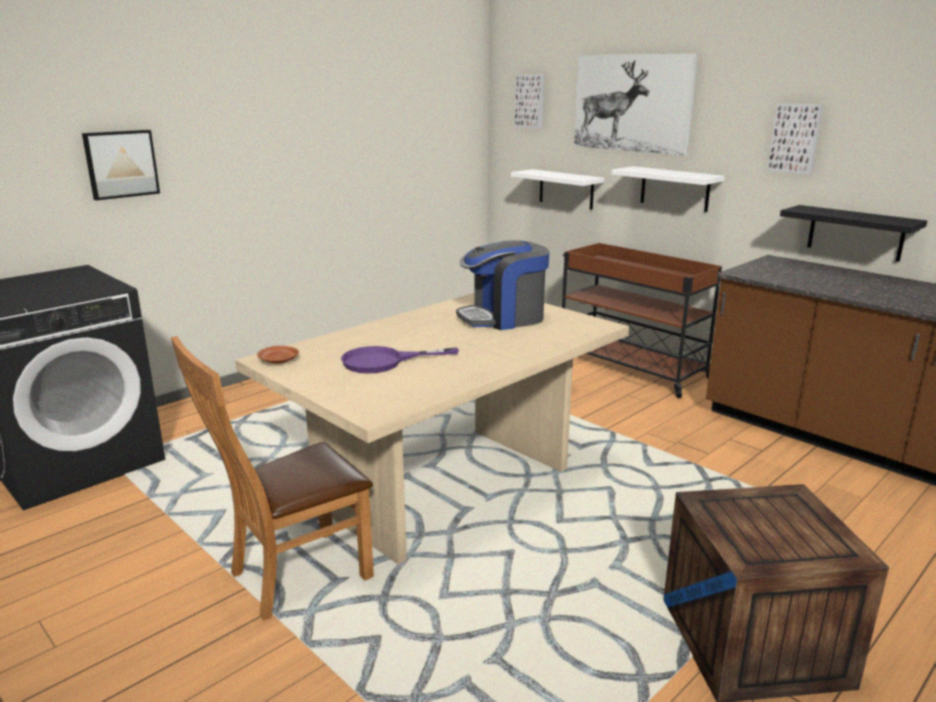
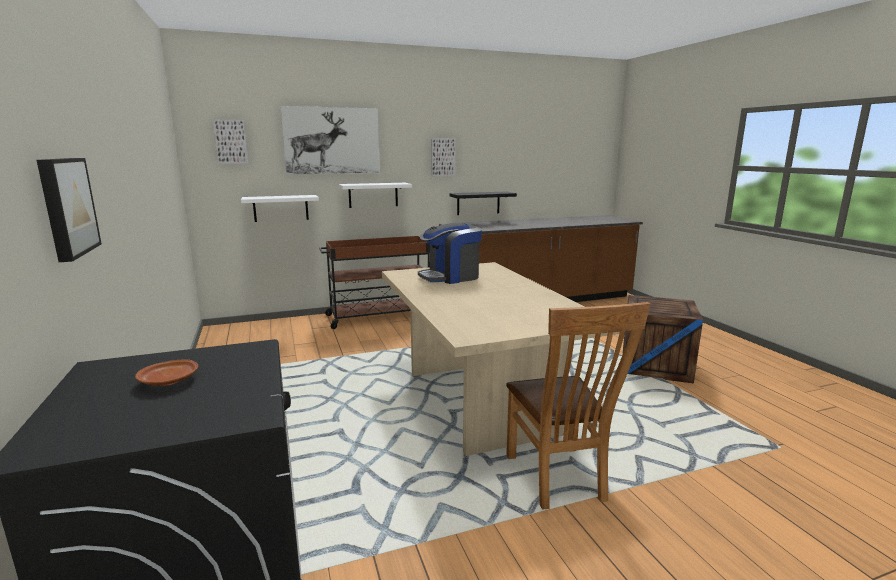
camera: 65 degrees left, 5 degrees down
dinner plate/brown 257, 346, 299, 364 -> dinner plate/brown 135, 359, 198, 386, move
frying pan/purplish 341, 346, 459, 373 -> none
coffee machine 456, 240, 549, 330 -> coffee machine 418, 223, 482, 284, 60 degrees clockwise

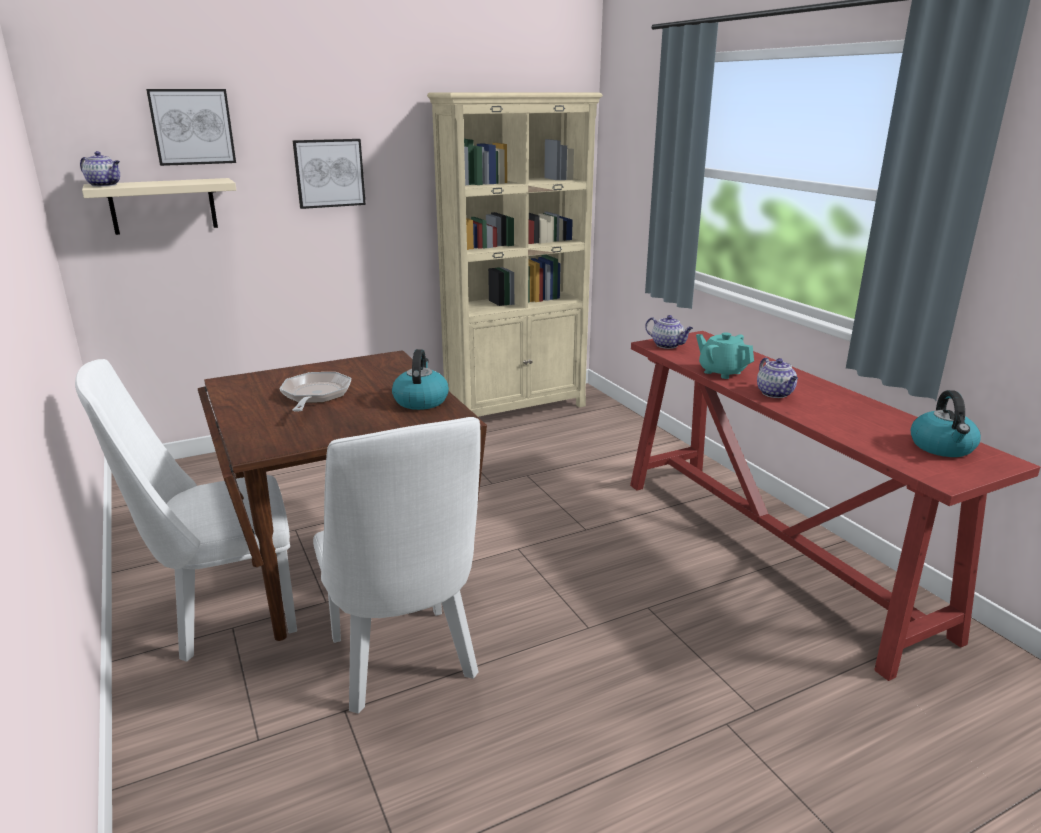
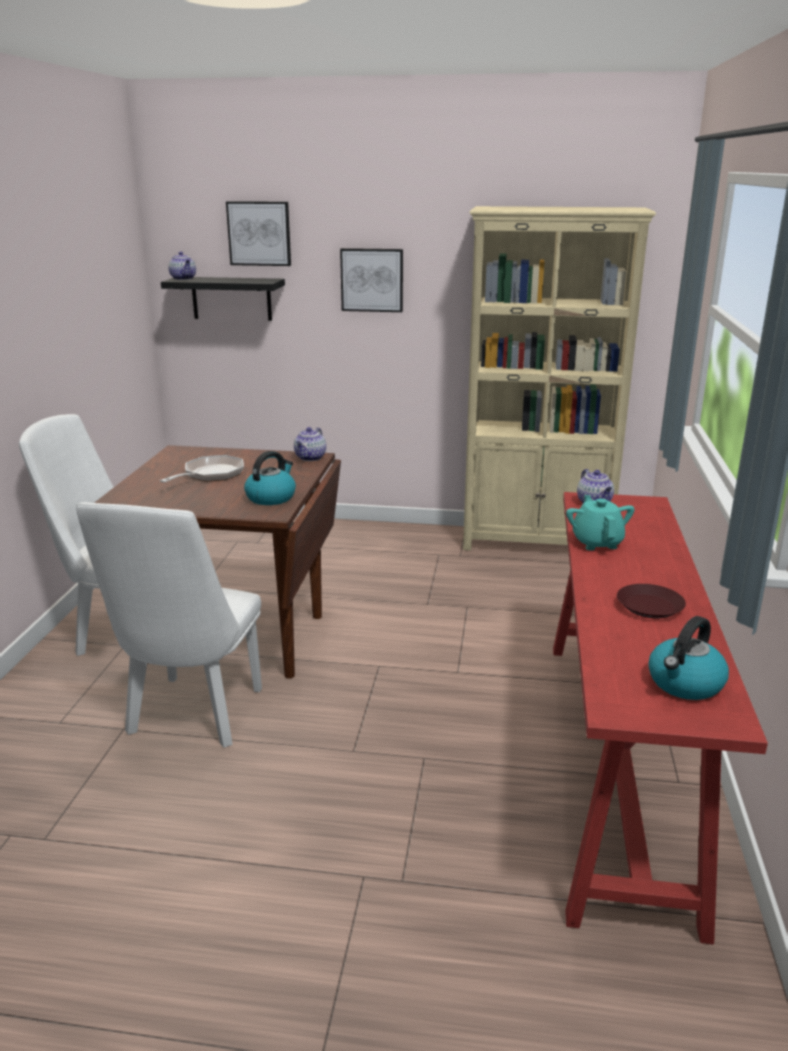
camera: 35 degrees right, 0 degrees up
bracket shelf/beige-coloured 82, 178, 236, 235 -> bracket shelf/black 161, 277, 285, 321
pot for tea 757, 358, 798, 398 -> pot for tea 294, 427, 326, 461, move
none -> dinner plate/brown 617, 584, 686, 619

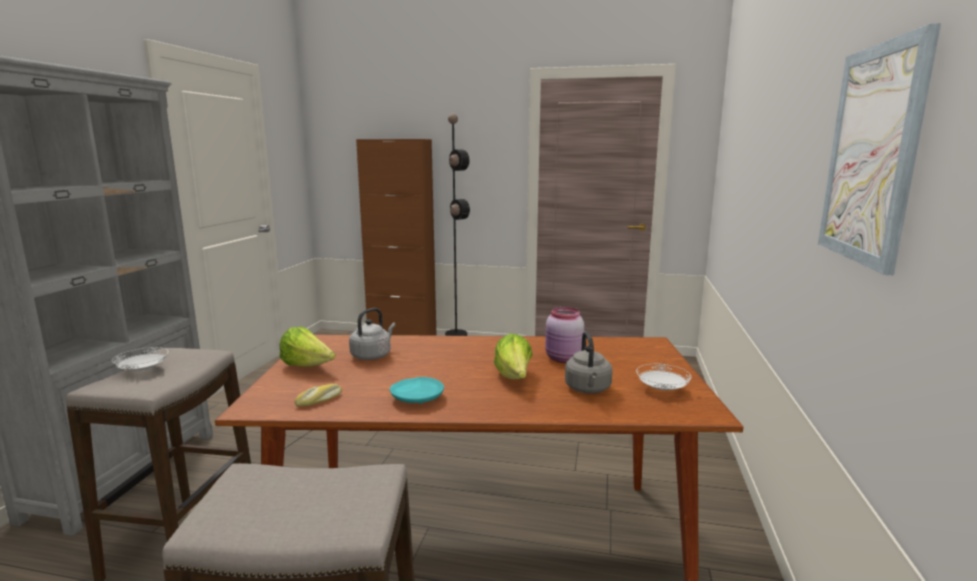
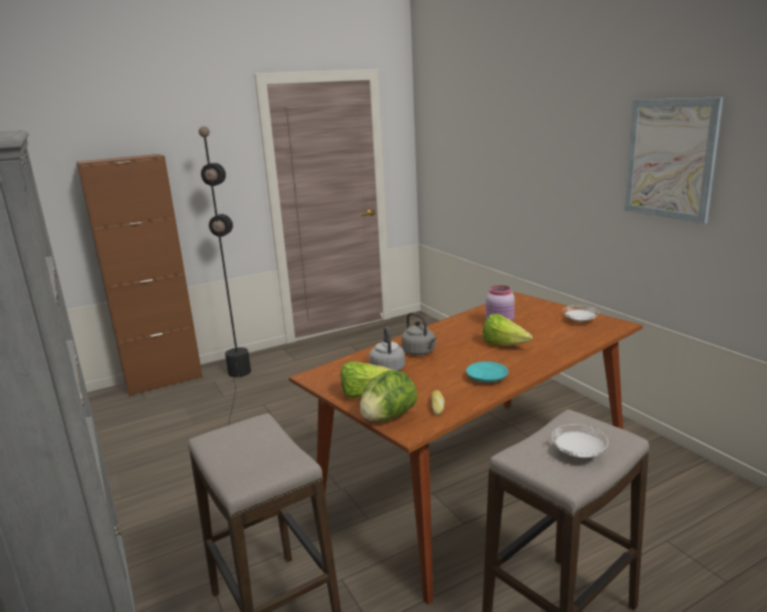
camera: 40 degrees left, 5 degrees up
dinner plate/white 112, 347, 168, 371 -> dinner plate/white 552, 424, 608, 458, move
water kettle/gray 565, 331, 613, 394 -> water kettle/gray 401, 312, 437, 355, move
none -> lettuce head 360, 370, 417, 422

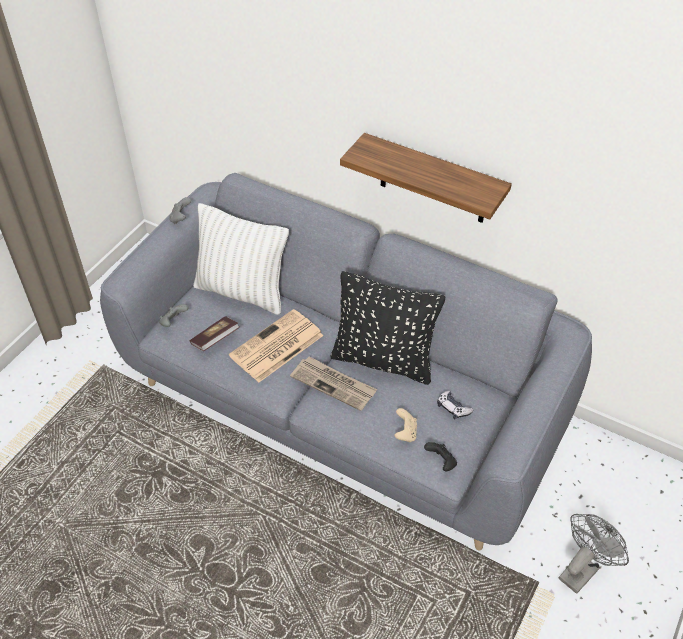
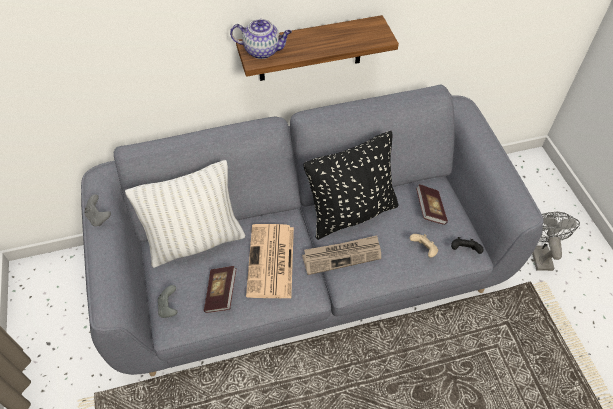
camera: 45 degrees left, 5 degrees up
gamepad 437, 391, 473, 419 -> book 416, 184, 448, 225
none -> pot for tea 230, 19, 292, 59

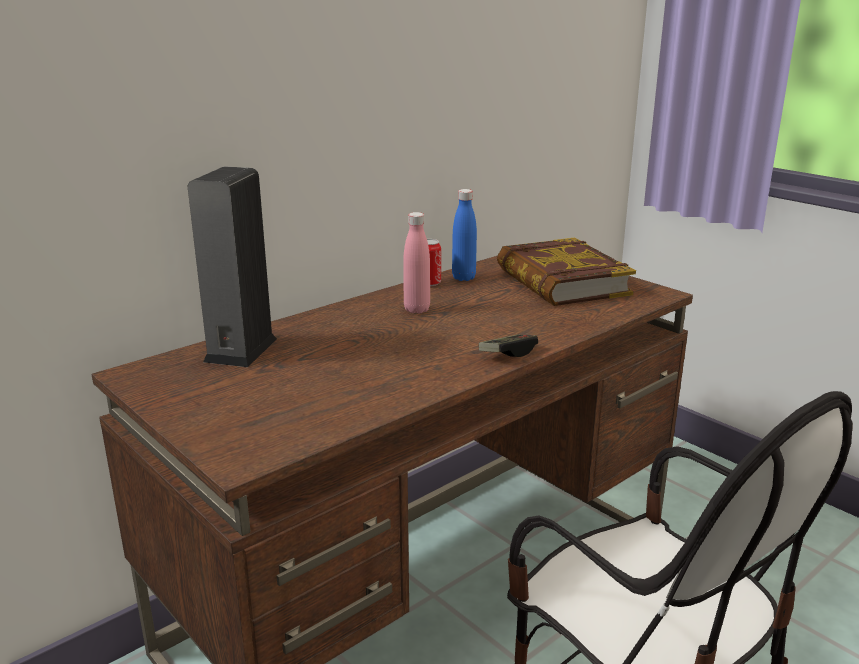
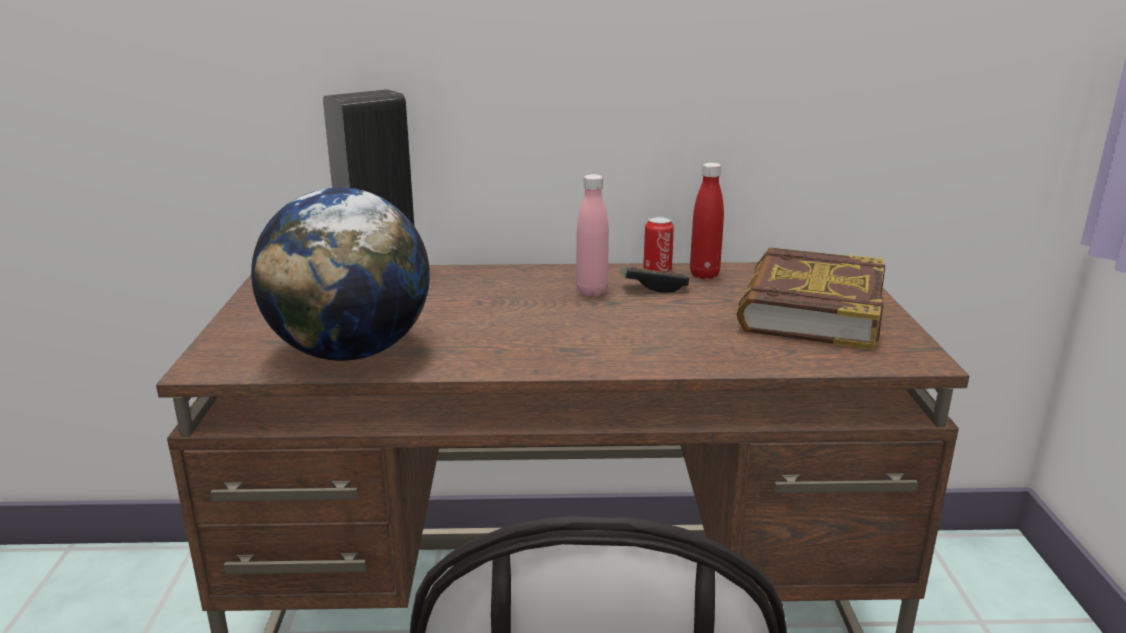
camera: 40 degrees right, 0 degrees up
beverage bottle/blue-coloured 452, 189, 477, 281 -> beverage bottle/reddish 690, 163, 724, 279
gamepad 479, 335, 538, 357 -> gamepad 620, 267, 689, 293, move
none -> world globe 251, 187, 430, 361

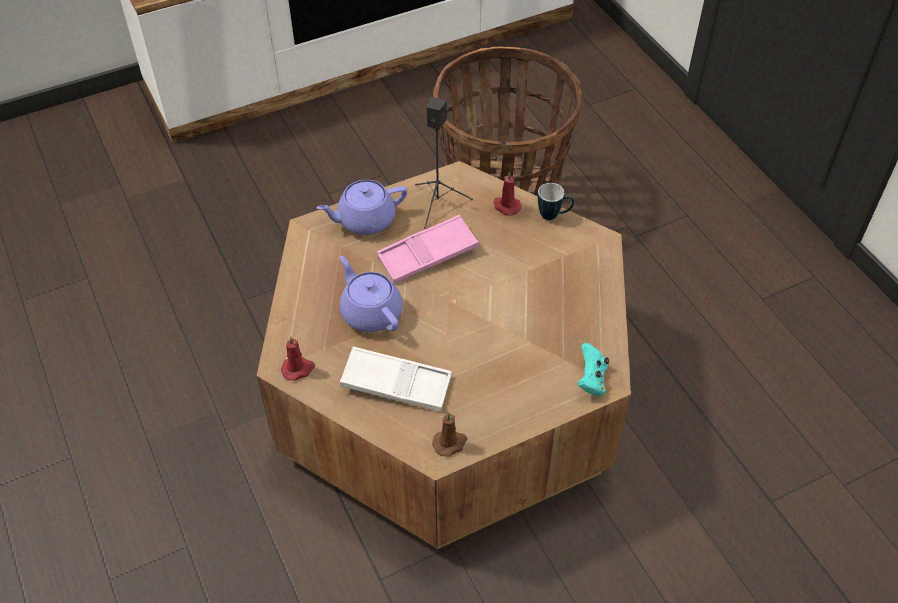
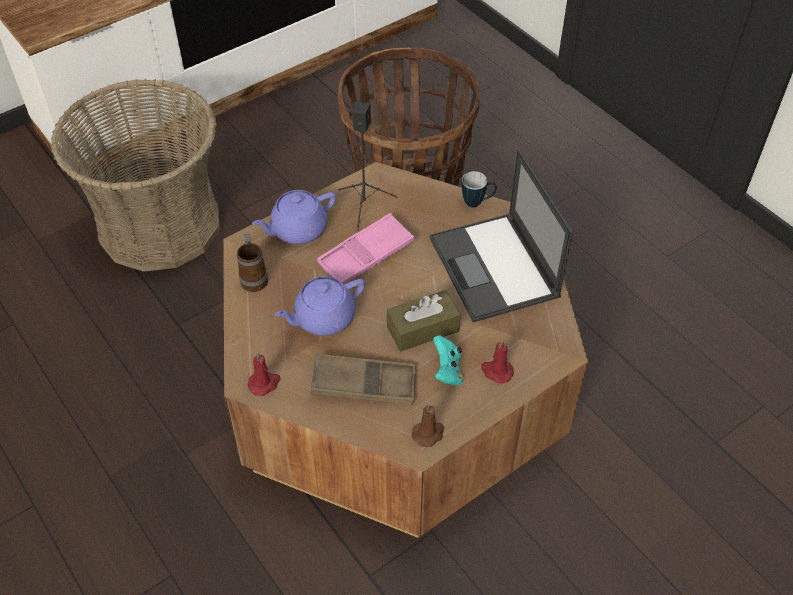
camera: 10 degrees left, 0 degrees up
pot for tea/purplish 340, 256, 403, 332 -> pot for tea/purplish 275, 276, 365, 336, 75 degrees counterclockwise
tray/white 340, 346, 452, 412 -> tray/brown 311, 354, 416, 405
candle/reddish 494, 171, 521, 216 -> candle/reddish 481, 339, 514, 384, move
gamepad/blue-green 577, 343, 609, 396 -> gamepad/blue-green 433, 335, 463, 385, move
none -> household basket 51, 79, 220, 272
none -> coffee mug 237, 234, 268, 292
none -> tissue box/brown 387, 290, 461, 351
none -> portable computer 430, 149, 573, 322

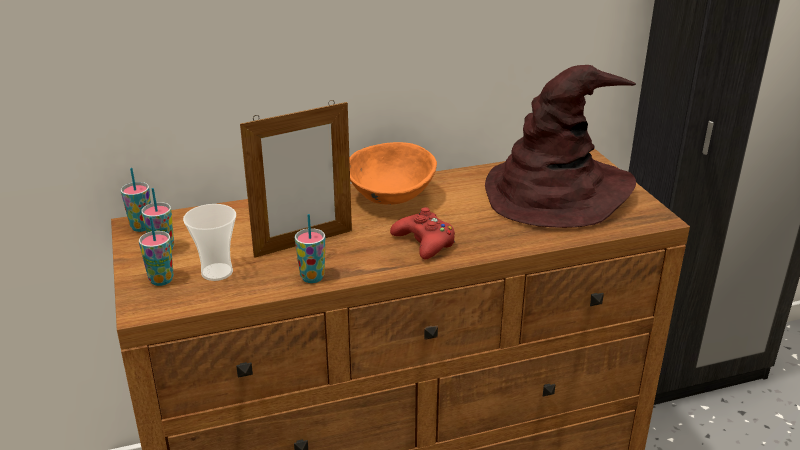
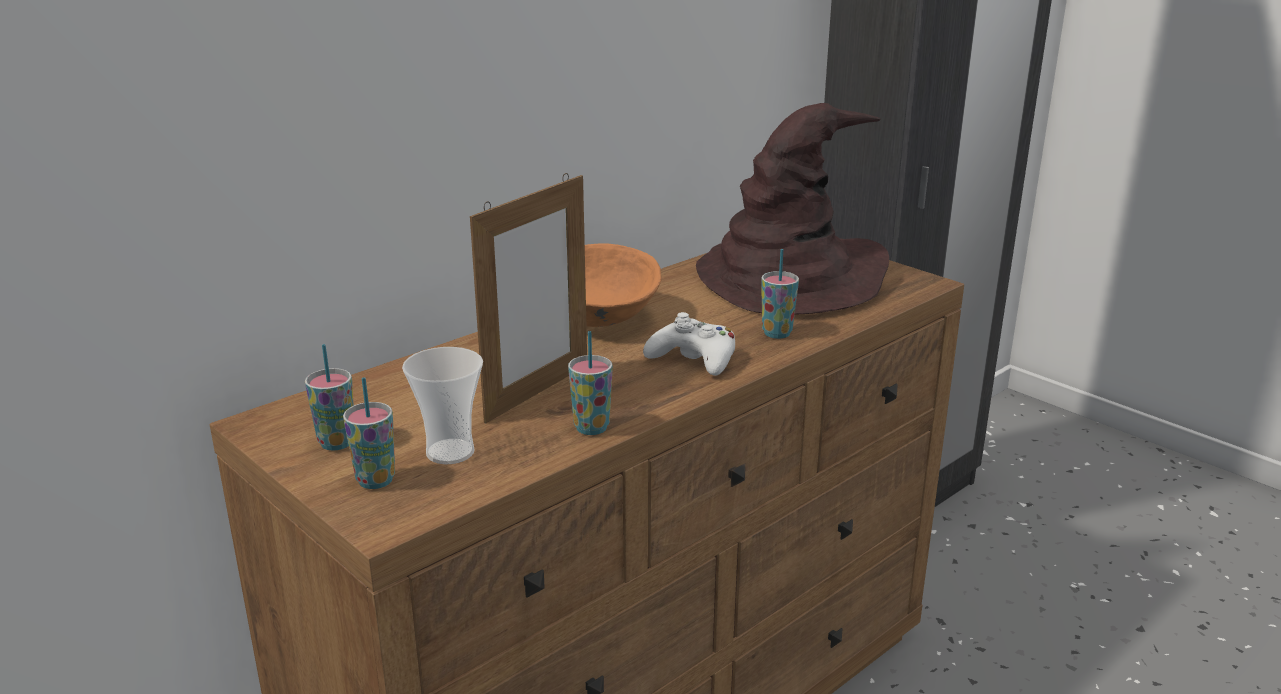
camera: 25 degrees left, 5 degrees down
small cup 121, 168, 151, 232 -> small cup 761, 249, 799, 339, move
gamepad/reddish 390, 207, 455, 259 -> gamepad/white 643, 312, 735, 376

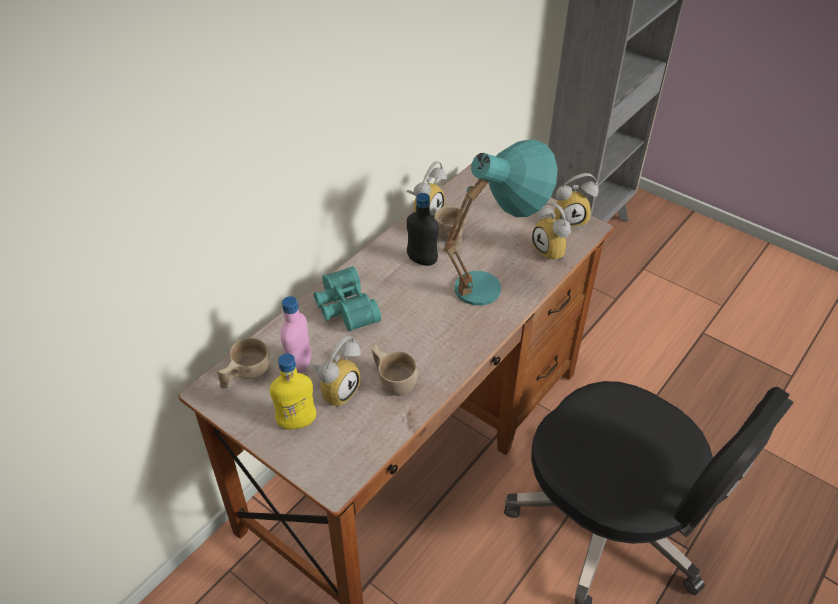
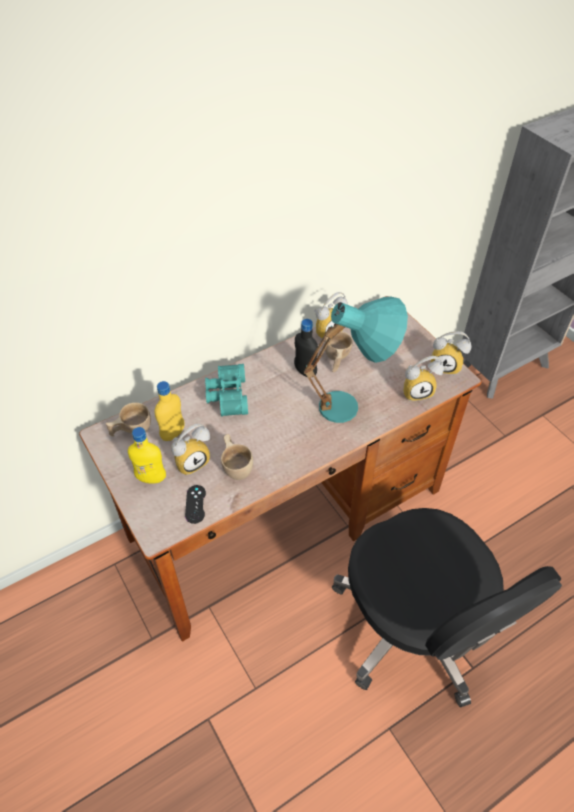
camera: 20 degrees right, 5 degrees up
beverage bottle/pinkish 280, 296, 312, 374 -> beverage bottle/yellow 154, 381, 185, 441
bedside clock 532, 203, 571, 261 -> bedside clock 403, 356, 444, 402, 90 degrees counterclockwise
none -> gamepad/black 185, 485, 206, 524

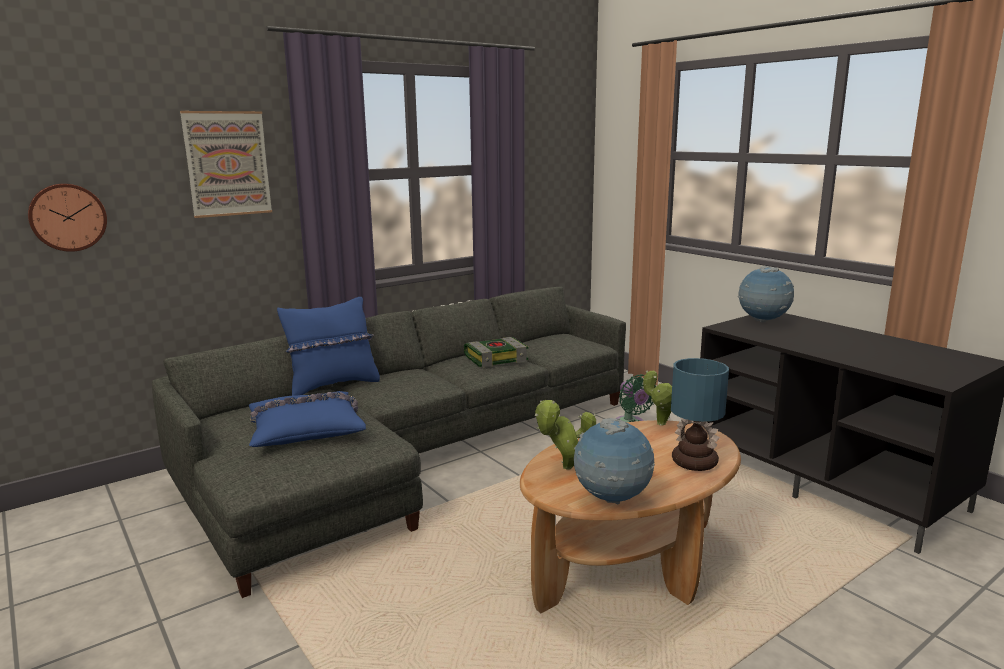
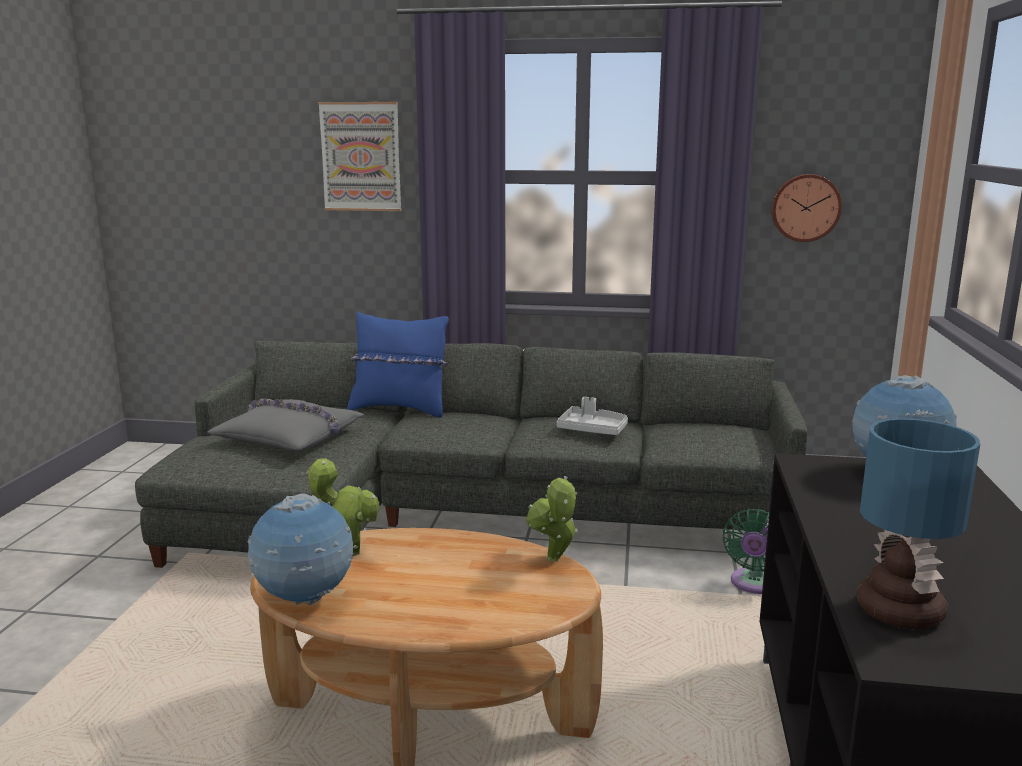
camera: 45 degrees right, 0 degrees up
hanging clock 28, 183, 107, 252 -> hanging clock 771, 174, 842, 242, move
throw pillow/blue-coloured 249, 391, 366, 447 -> throw pillow/gray 208, 398, 365, 451
book 464, 337, 528, 368 -> tray/gray 557, 397, 628, 435
lamp for a table 671, 358, 729, 471 -> lamp for a table 856, 418, 980, 629, move

